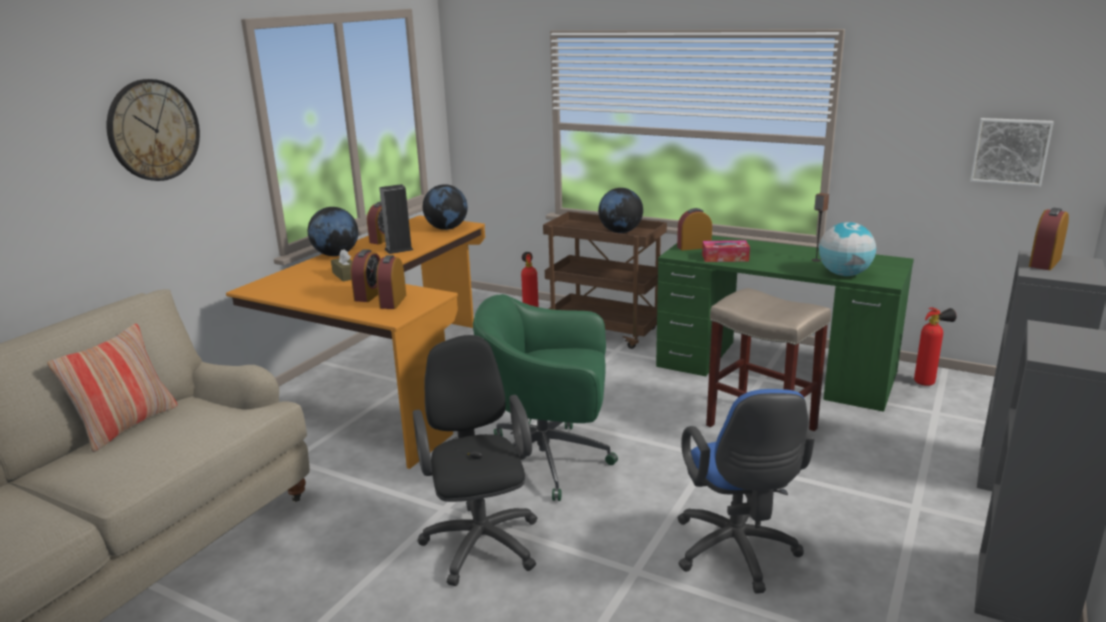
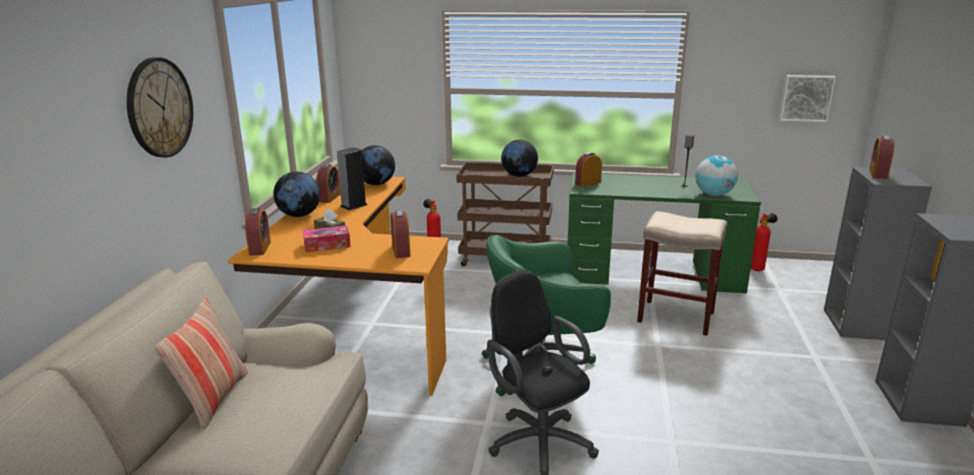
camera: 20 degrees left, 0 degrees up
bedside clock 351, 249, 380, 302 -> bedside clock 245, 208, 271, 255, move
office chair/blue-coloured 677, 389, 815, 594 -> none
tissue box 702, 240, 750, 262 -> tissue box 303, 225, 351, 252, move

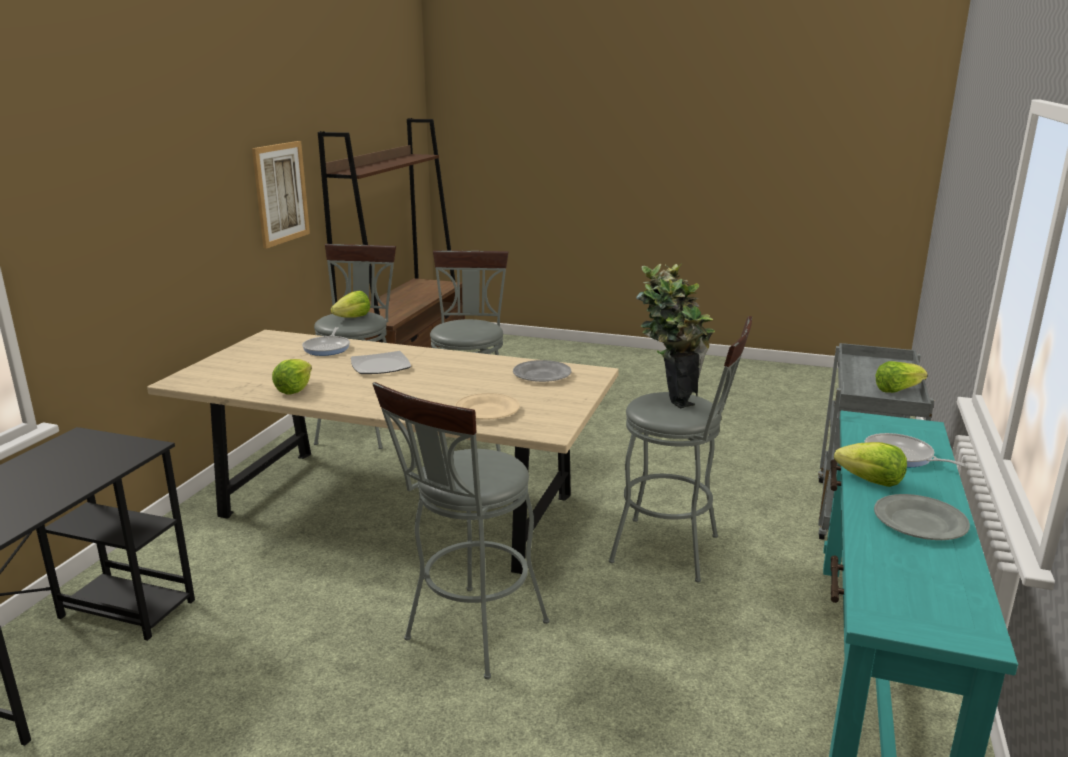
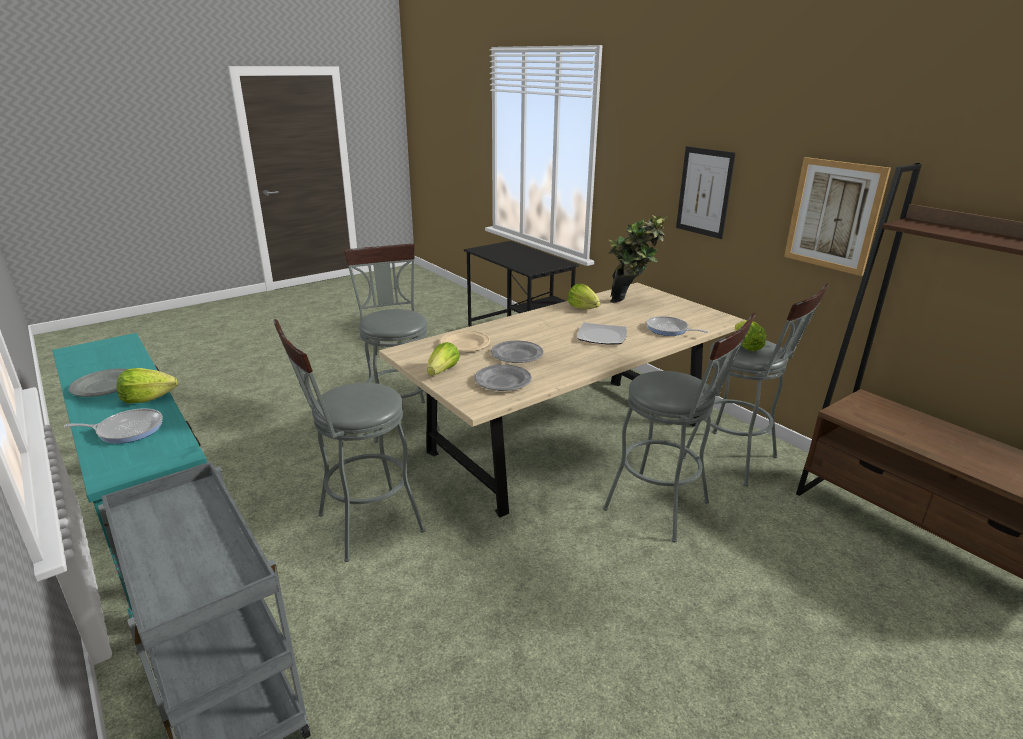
camera: 125 degrees right, 5 degrees up
houseplant 636, 263, 715, 408 -> houseplant 608, 216, 668, 303, move
lettuce head 876, 361, 928, 393 -> lettuce head 427, 342, 460, 376, move
none -> dinner plate/gray 491, 341, 544, 363
none -> wall art 676, 146, 736, 239

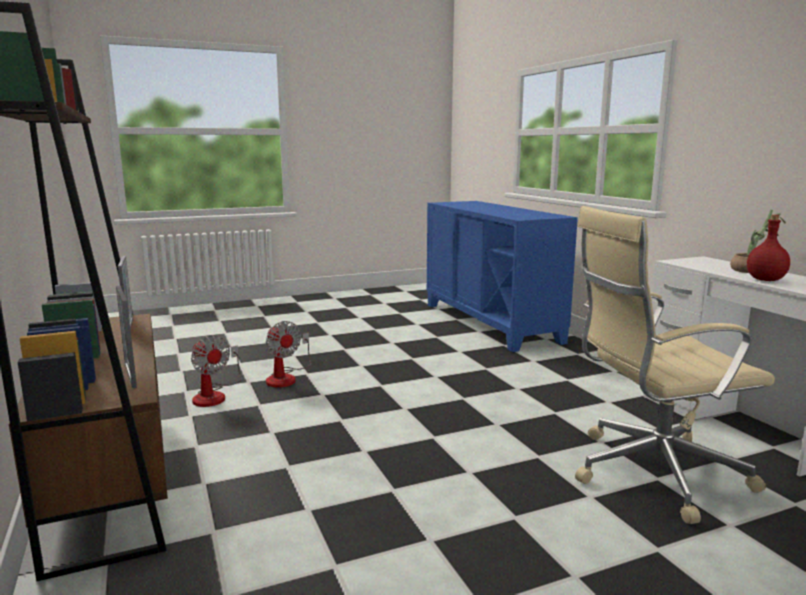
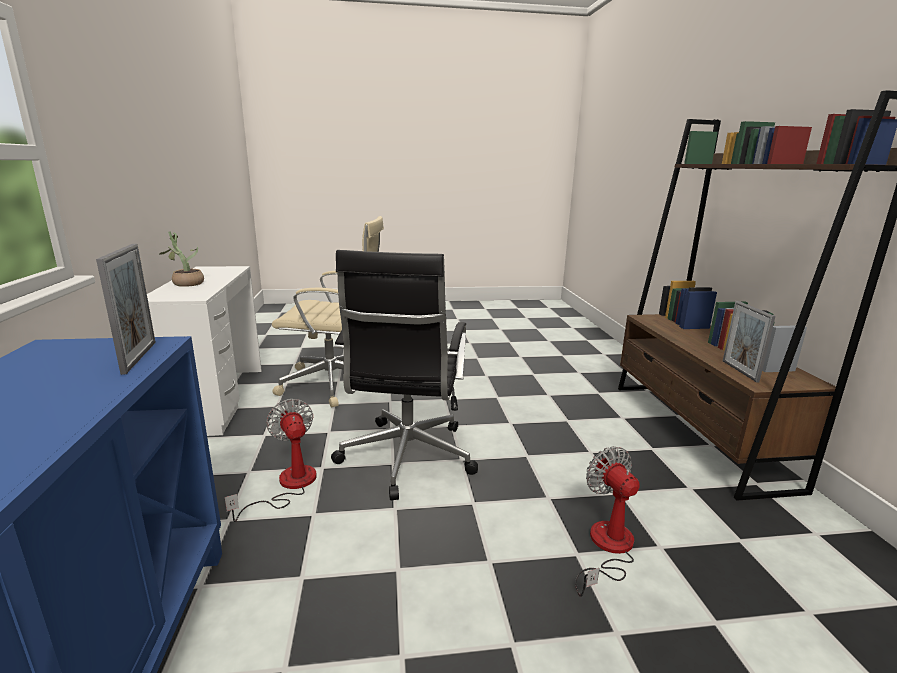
camera: 165 degrees left, 5 degrees up
picture frame 116, 286, 137, 388 -> picture frame 96, 244, 156, 375, move
electric fan 191, 335, 242, 407 -> electric fan 225, 399, 317, 522, move
beverage bottle/reddish 747, 214, 790, 281 -> none
none -> office chair/black 331, 250, 478, 500

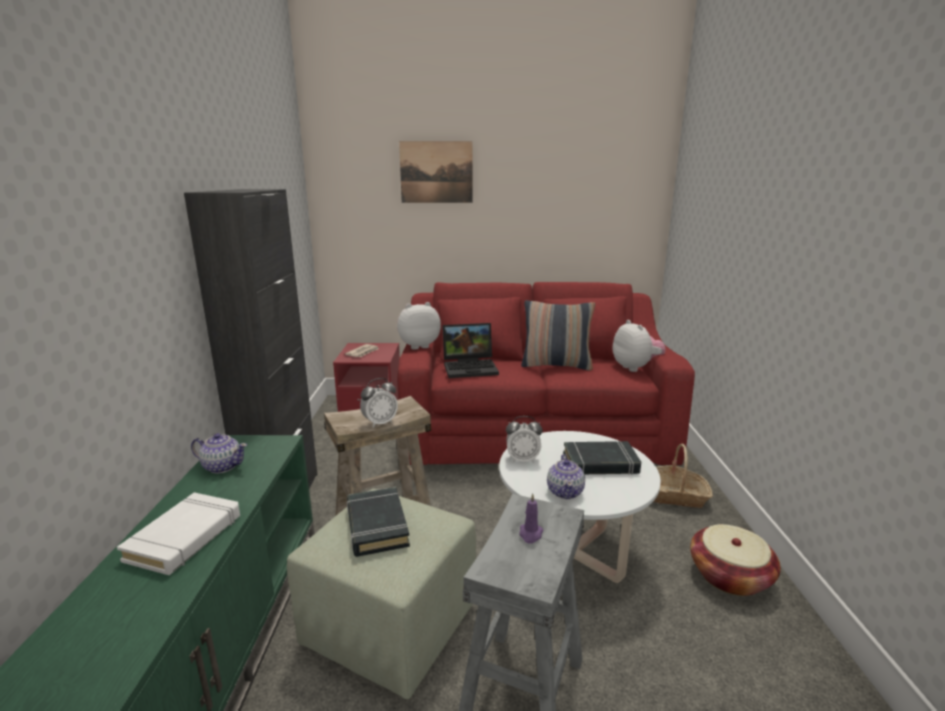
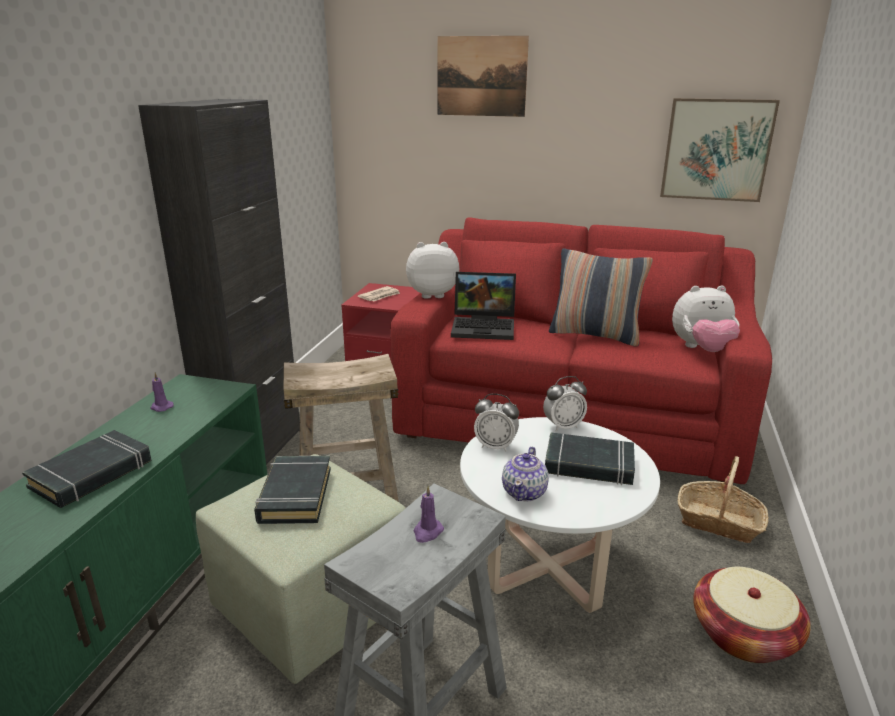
camera: 15 degrees right, 5 degrees up
book/white 117, 492, 240, 575 -> book/black 22, 430, 152, 508
pot for tea 191, 433, 247, 474 -> candle/purplish 150, 372, 174, 412
bedside clock 360, 378, 398, 428 -> bedside clock 543, 376, 587, 431, move
soft toy 612, 320, 666, 372 -> soft toy 672, 285, 740, 352, 90 degrees clockwise
none -> wall art 660, 98, 780, 202

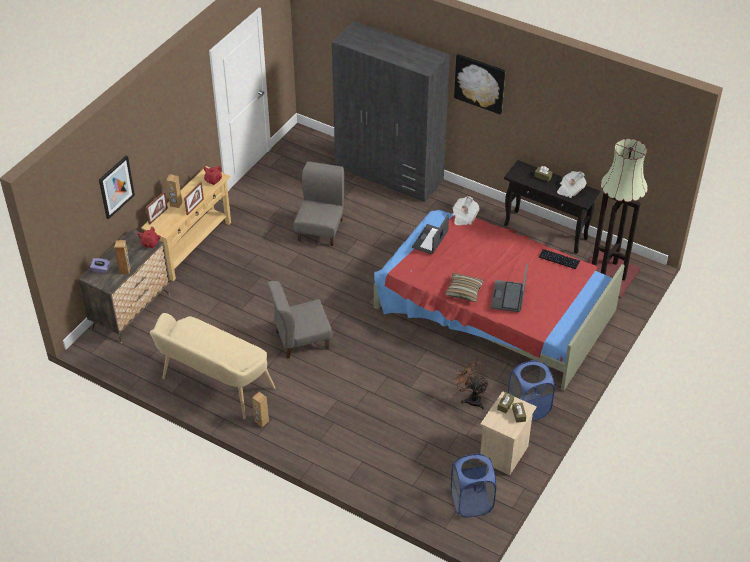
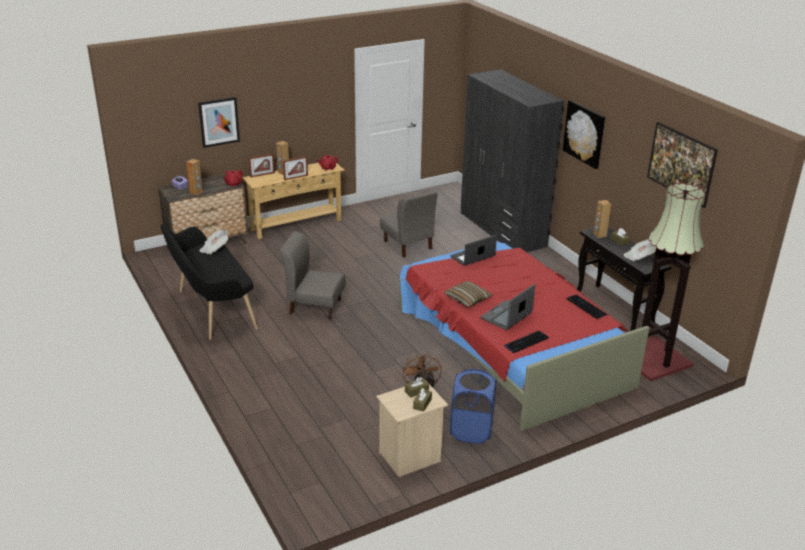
camera: 30 degrees right, 15 degrees down
bench/beige-coloured 150, 313, 276, 419 -> bench/black 160, 224, 258, 340
loudspeaker/brown 252, 392, 269, 427 -> loudspeaker/brown 593, 200, 611, 238, move
upright chair/gray 294, 161, 344, 246 -> upright chair/gray 380, 191, 438, 257, 105 degrees clockwise
hamper/blue-coloured 451, 454, 496, 517 -> none
daily paper 452, 196, 479, 225 -> daily paper 200, 230, 228, 255, move
none -> PC keyboard 503, 331, 549, 353
none -> wall art 647, 122, 718, 208

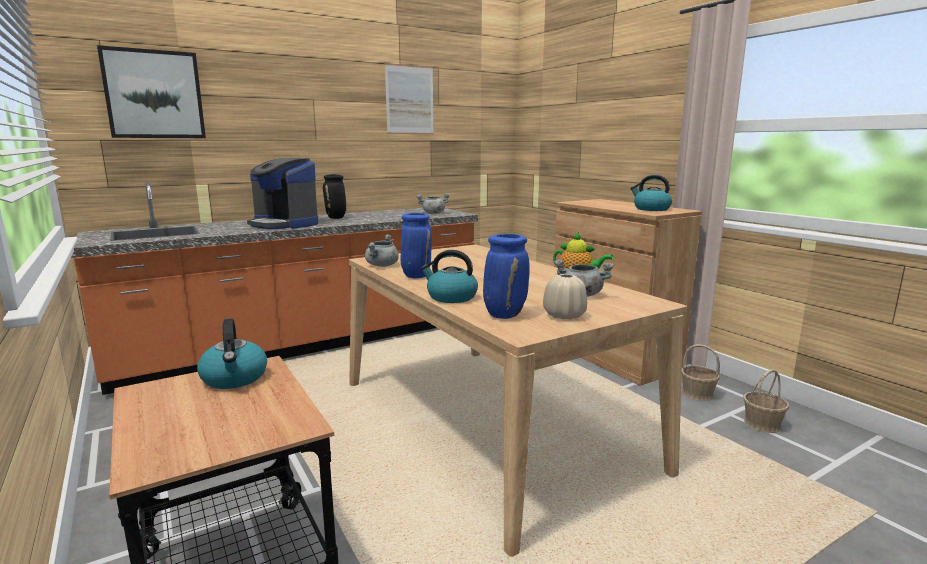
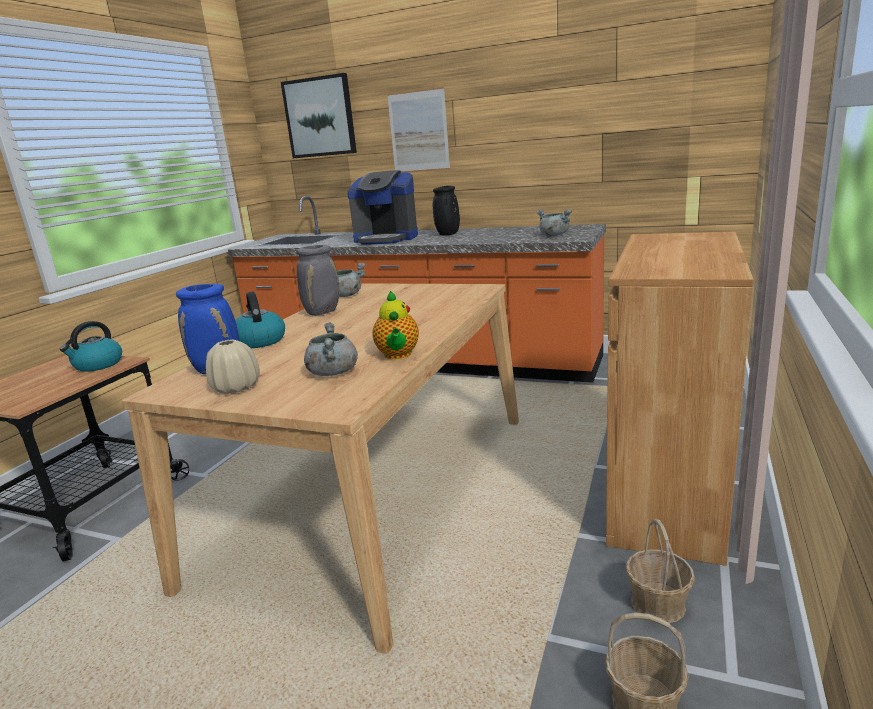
camera: 55 degrees right, 5 degrees up
coffee machine 247, 158, 318, 229 -> coffee machine 347, 170, 418, 245, 75 degrees counterclockwise
wall art 385, 63, 434, 134 -> wall art 387, 87, 450, 173, move
flower vase/blue-coloured 400, 213, 432, 278 -> flower vase/gray 296, 245, 340, 315
water kettle 630, 175, 672, 211 -> none

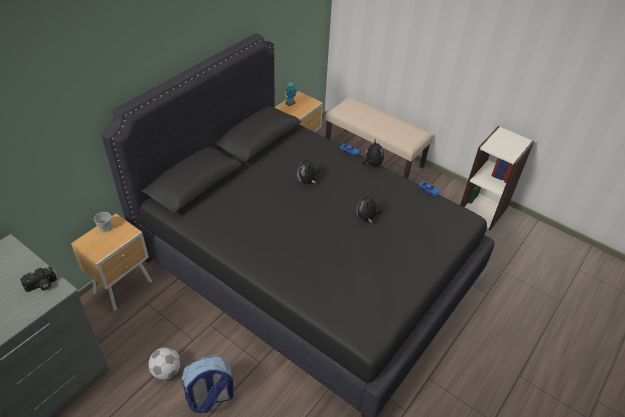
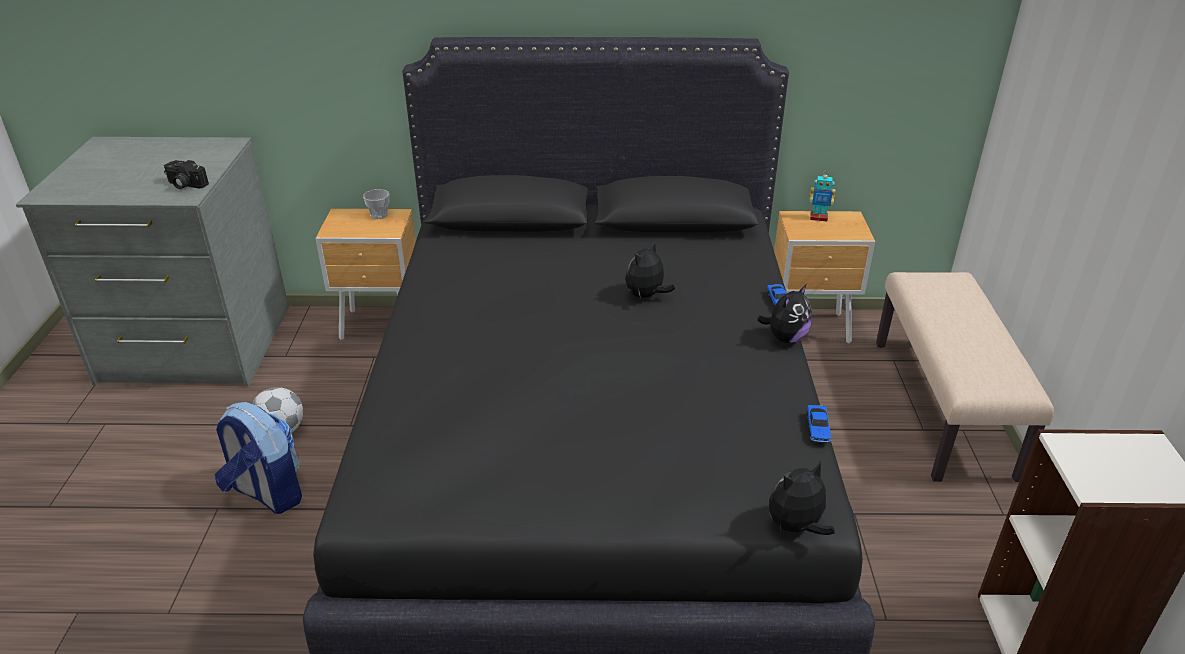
camera: 55 degrees right, 10 degrees down
soft toy 357, 191, 382, 223 -> soft toy 769, 461, 835, 535, move

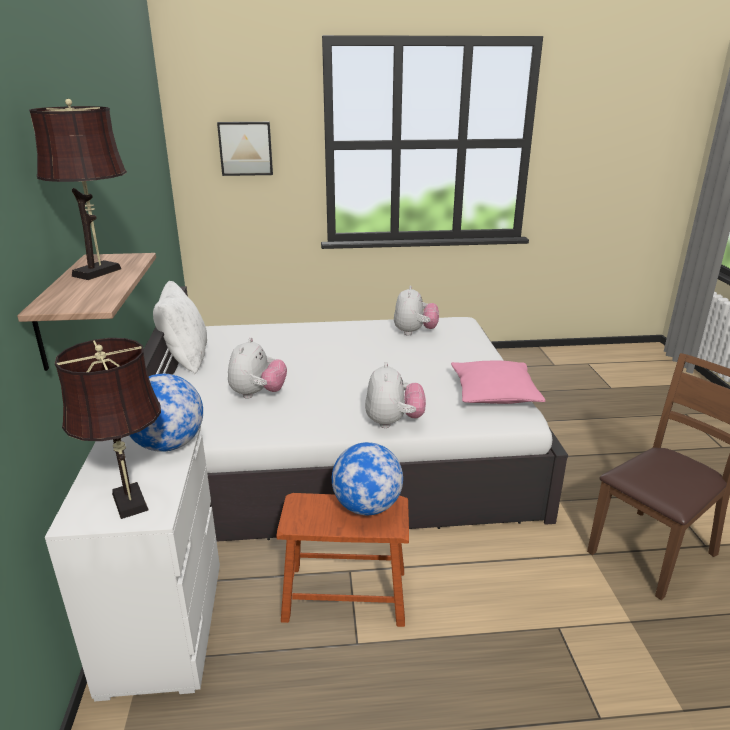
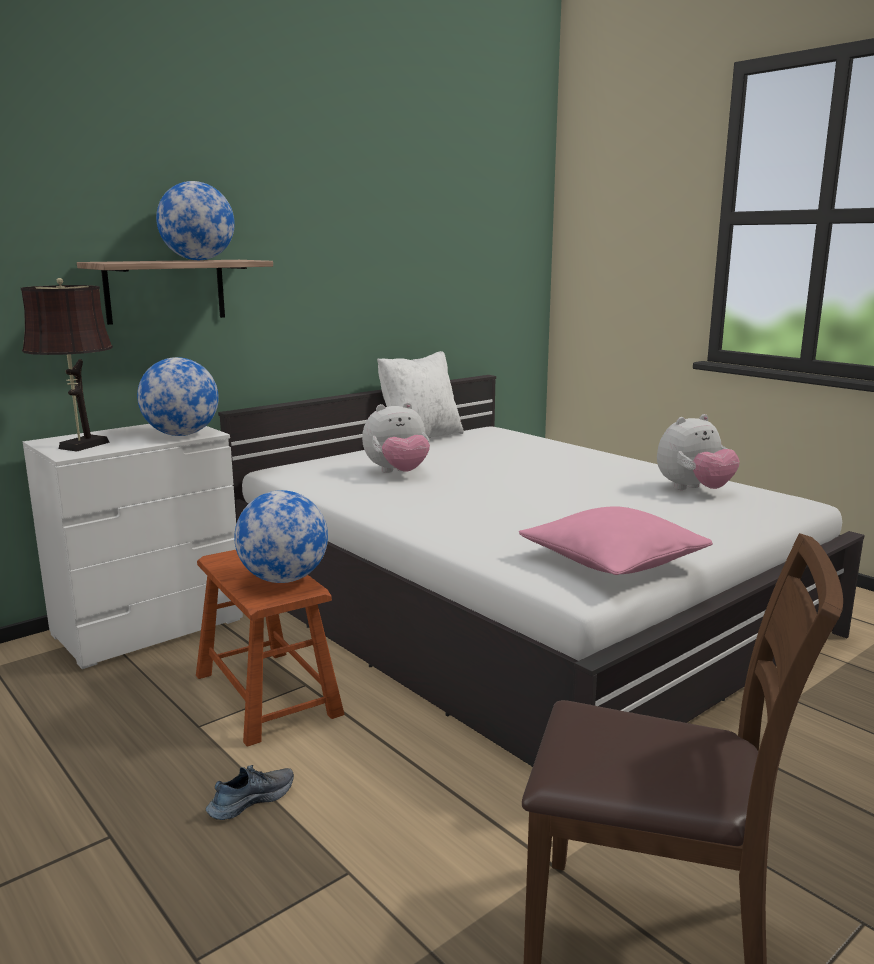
camera: 55 degrees right, 10 degrees down
lamp for a table/brown 29, 99, 127, 280 -> world globe 156, 181, 235, 260
wall art 217, 122, 273, 176 -> none
soft toy 365, 362, 426, 428 -> none
none -> shoe 206, 765, 294, 820

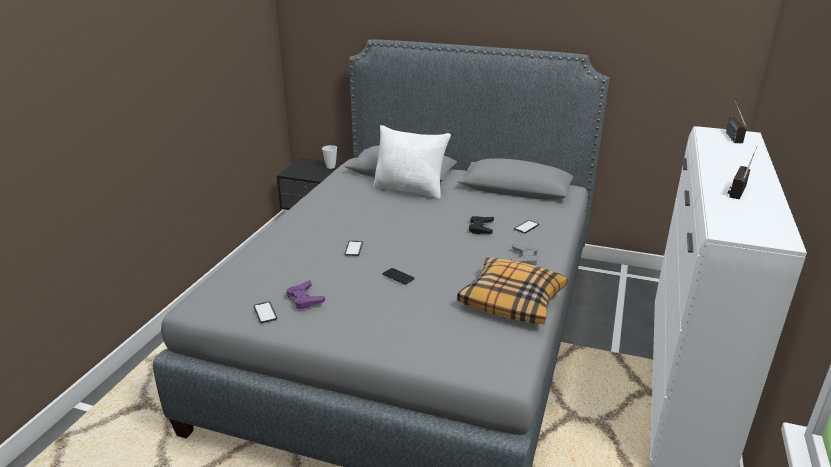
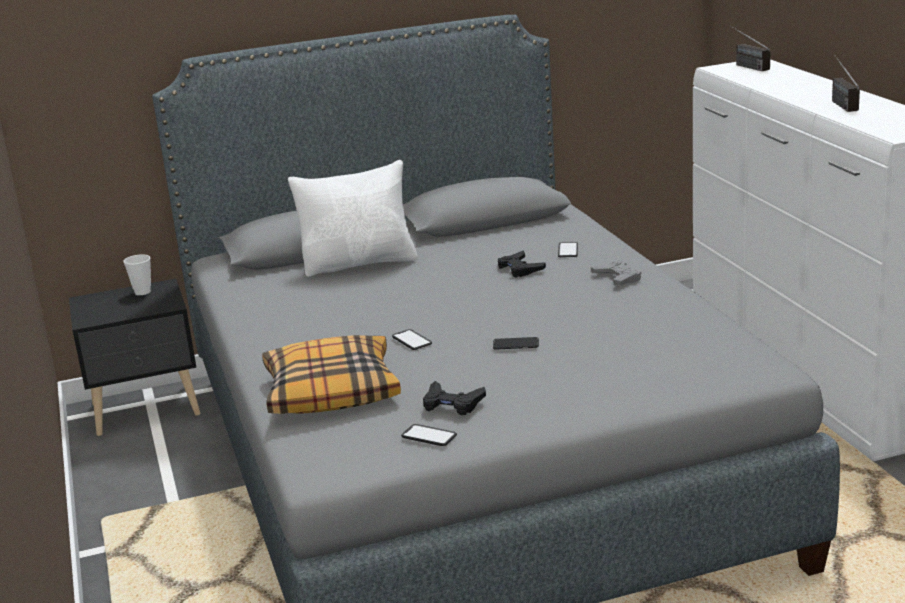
camera: 35 degrees left, 5 degrees down
gamepad/purplish 286, 280, 325, 309 -> gamepad/black 423, 381, 486, 415
throw pillow 457, 258, 568, 324 -> throw pillow 262, 335, 401, 414, move

